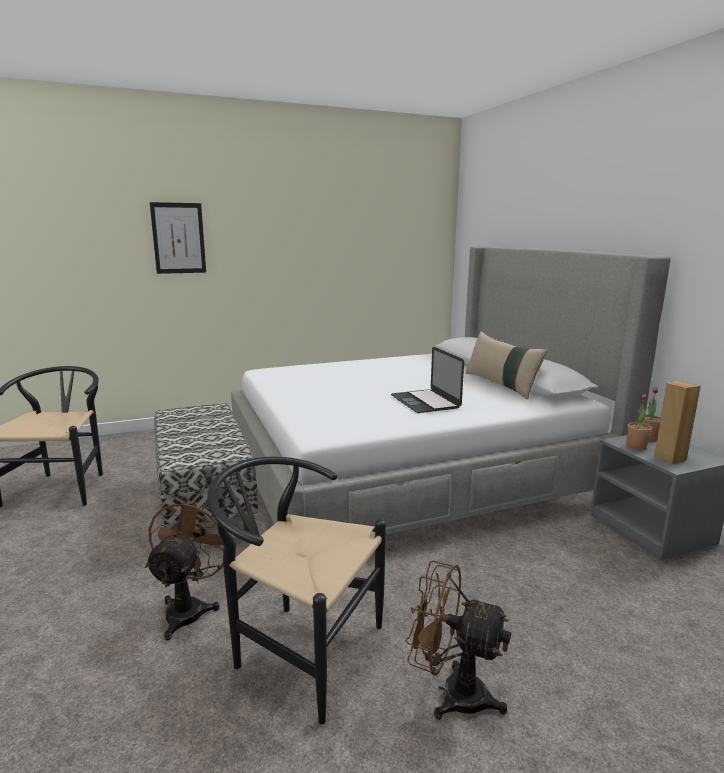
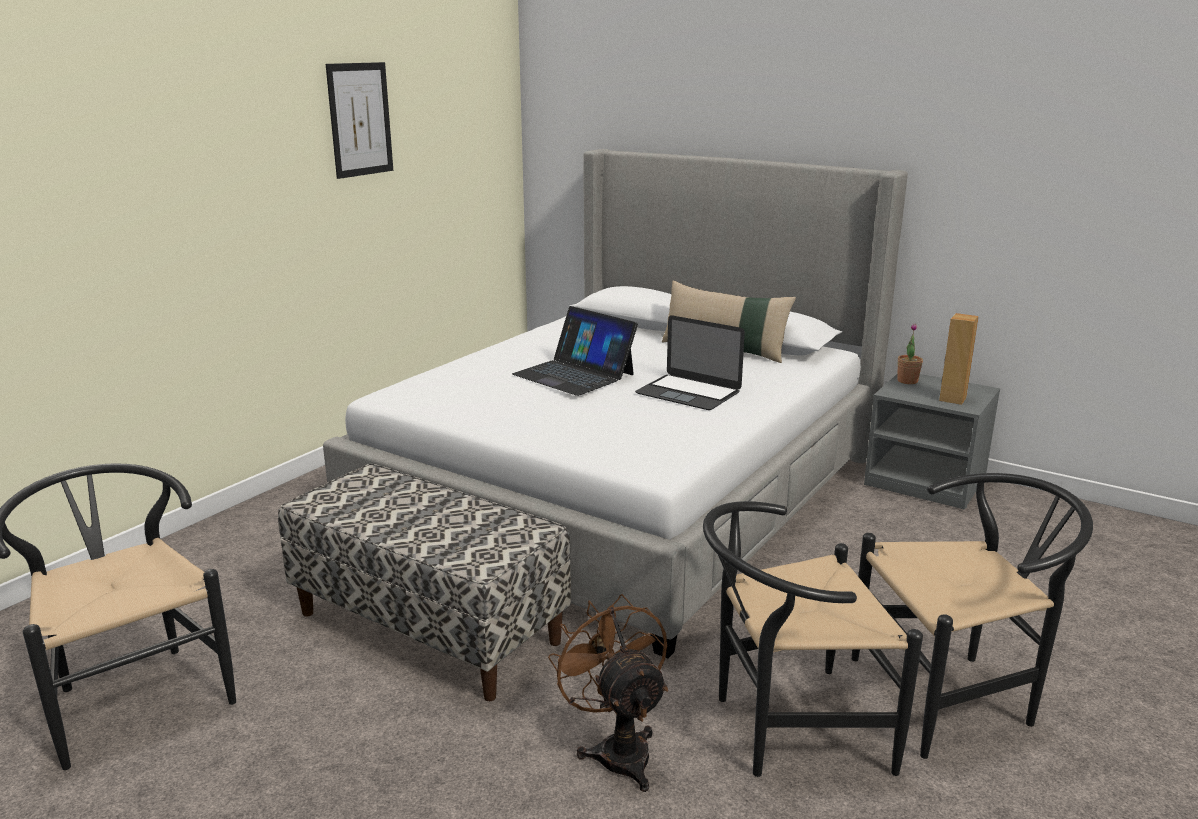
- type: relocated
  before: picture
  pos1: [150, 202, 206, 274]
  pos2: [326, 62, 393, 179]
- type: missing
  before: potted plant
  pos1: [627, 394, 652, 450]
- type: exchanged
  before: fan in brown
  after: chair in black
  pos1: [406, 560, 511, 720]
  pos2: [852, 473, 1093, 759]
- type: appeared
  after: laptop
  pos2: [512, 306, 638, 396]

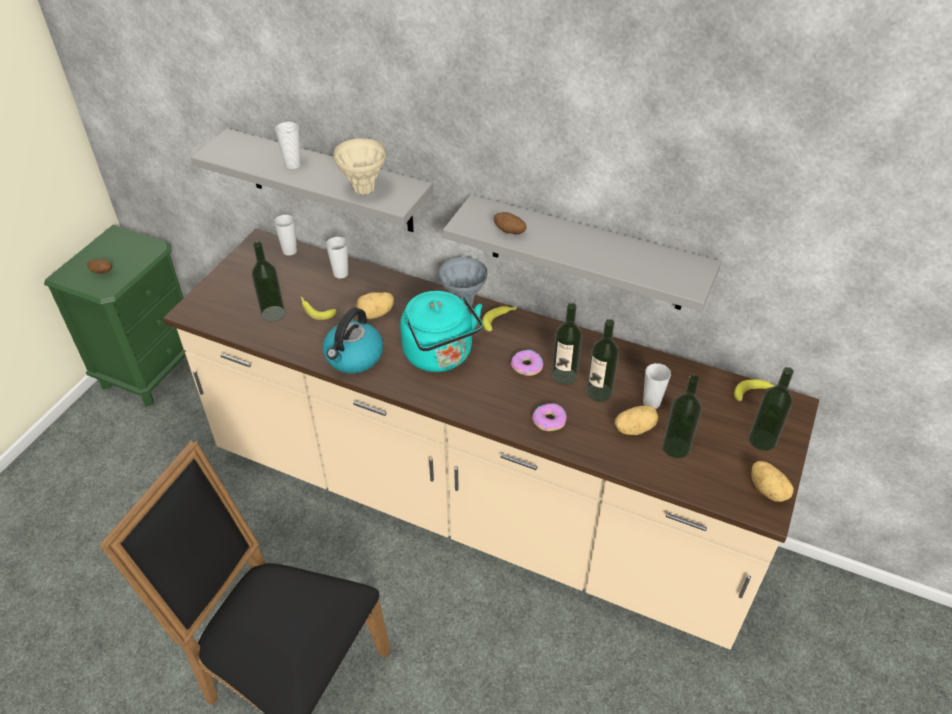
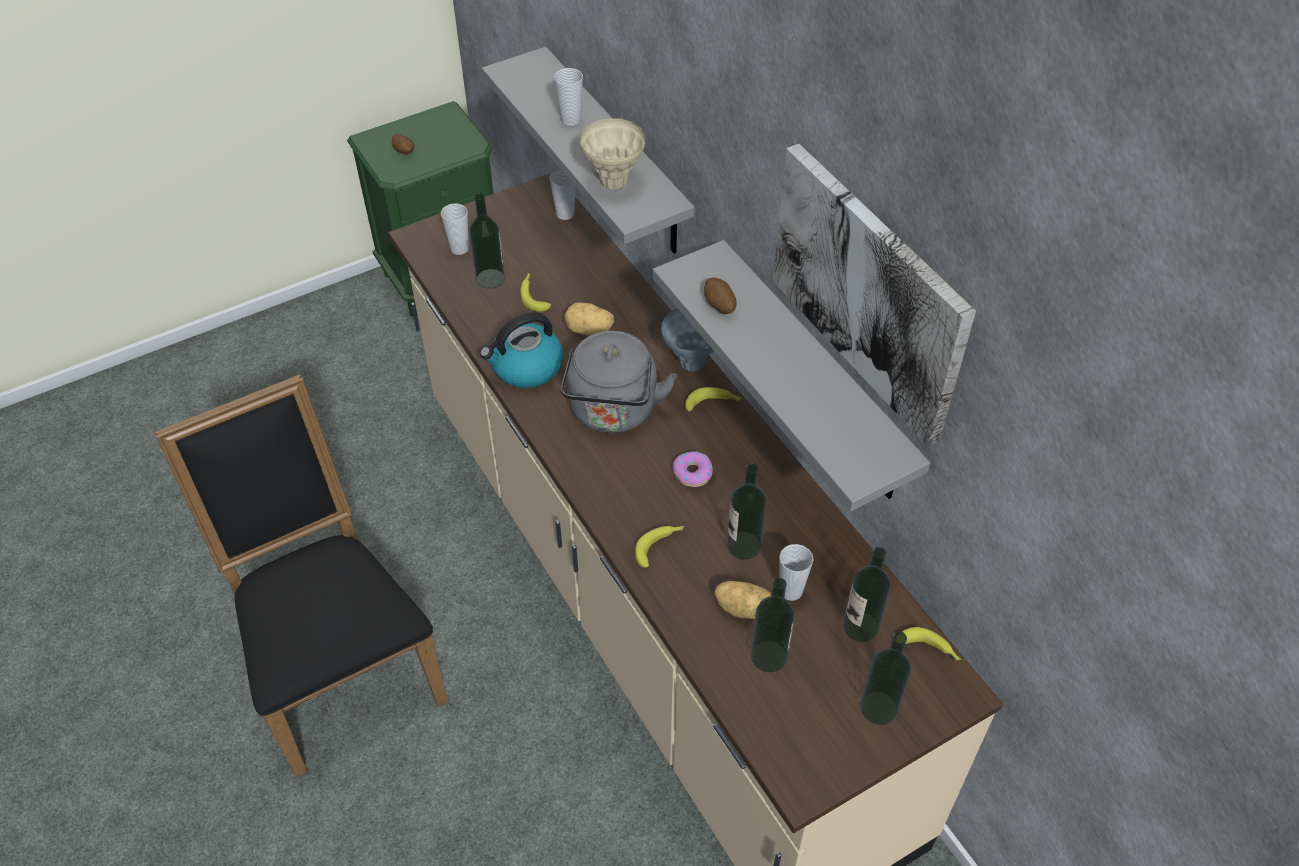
- type: relocated
  before: cup
  pos1: [326, 237, 348, 278]
  pos2: [441, 203, 469, 255]
- type: colour
  before: kettle in turquoise
  after: kettle in grey
  pos1: [400, 291, 483, 372]
  pos2: [561, 331, 677, 433]
- type: relocated
  before: bottle
  pos1: [552, 303, 582, 385]
  pos2: [843, 547, 891, 642]
- type: exchanged
  before: donut
  after: banana
  pos1: [533, 403, 567, 431]
  pos2: [635, 526, 684, 568]
- type: missing
  before: potato
  pos1: [751, 461, 794, 502]
- type: appeared
  after: picture
  pos2: [773, 144, 976, 447]

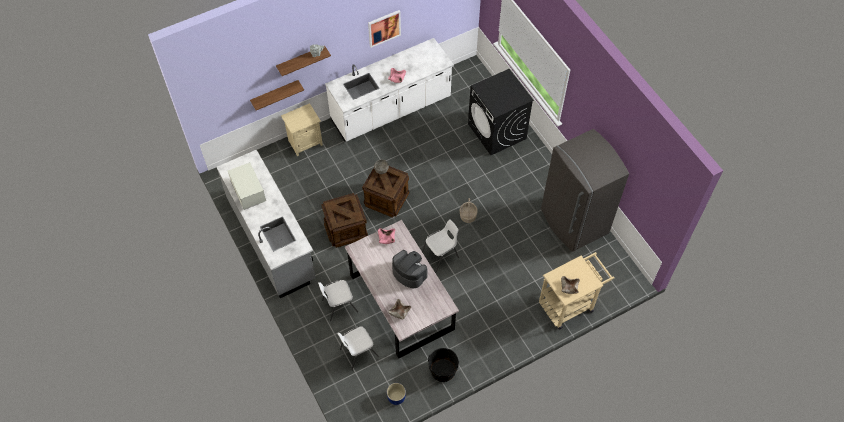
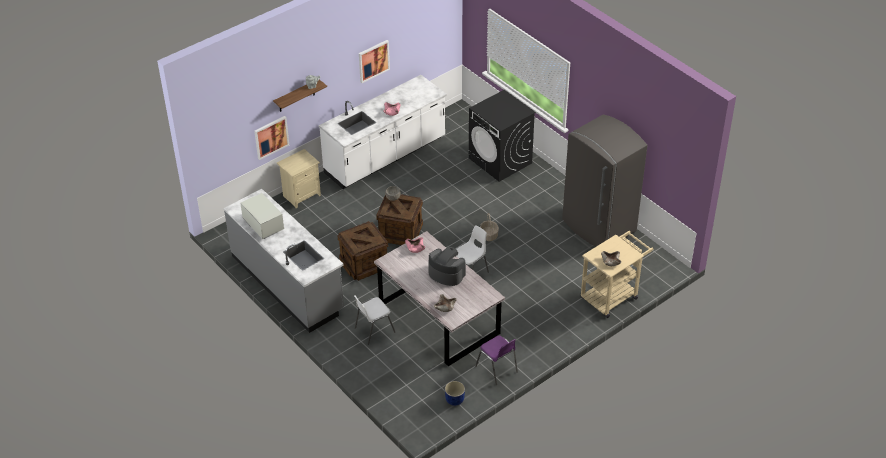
- type: exchanged
  before: shelf
  after: picture
  pos1: [250, 80, 304, 110]
  pos2: [254, 116, 289, 160]
- type: missing
  before: chair in white
  pos1: [338, 326, 379, 370]
- type: exchanged
  before: bucket in black
  after: chair in purple
  pos1: [428, 348, 459, 382]
  pos2: [475, 336, 518, 385]

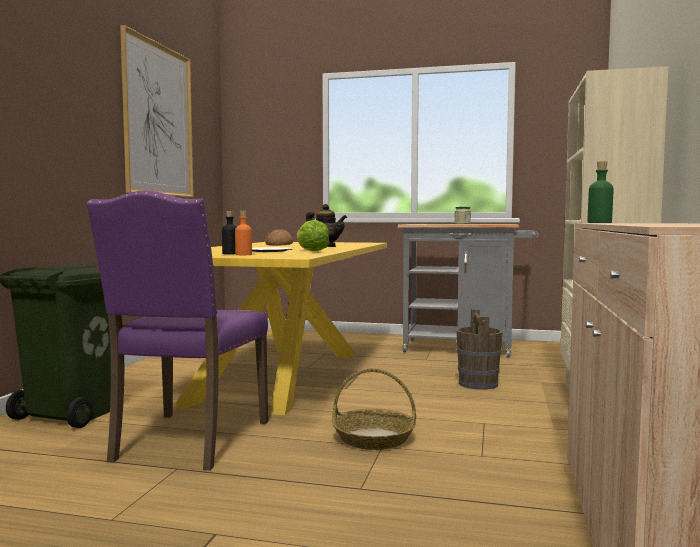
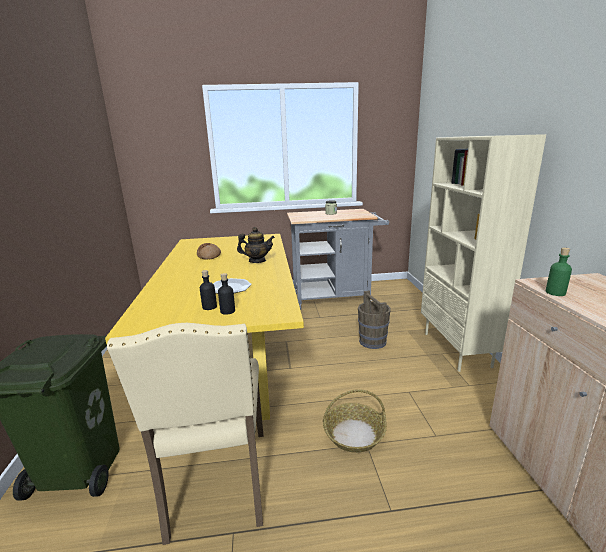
- type: missing
  before: picture
  pos1: [120, 25, 194, 197]
- type: colour
  before: chair in purple
  after: chair in beige
  pos1: [86, 191, 268, 470]
  pos2: [107, 323, 264, 545]
- type: colour
  before: bottle in orange
  after: bottle in black
  pos1: [235, 211, 252, 255]
  pos2: [218, 273, 235, 315]
- type: missing
  before: lettuce
  pos1: [297, 220, 329, 251]

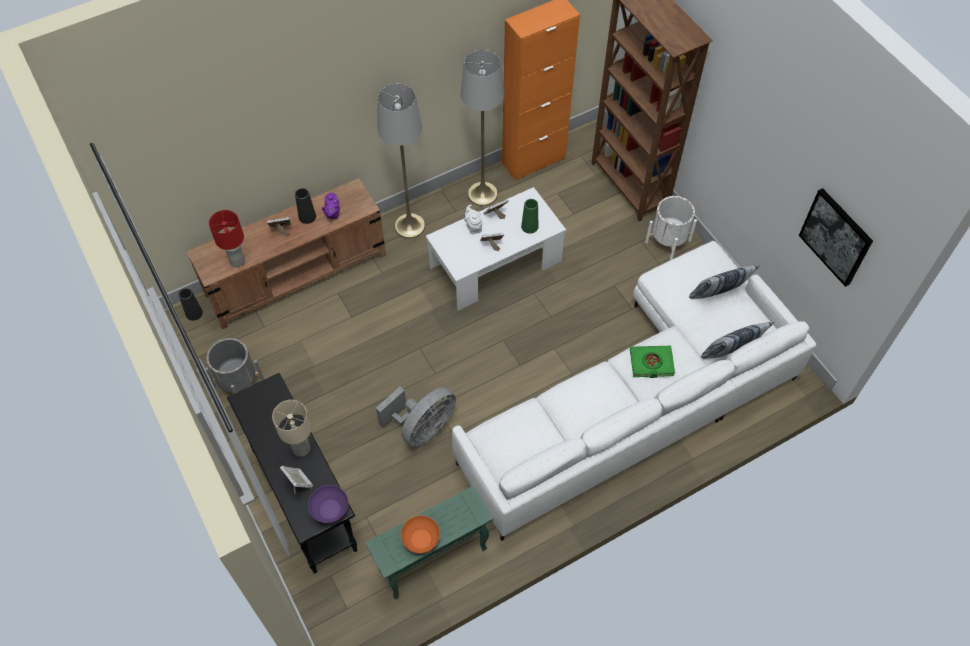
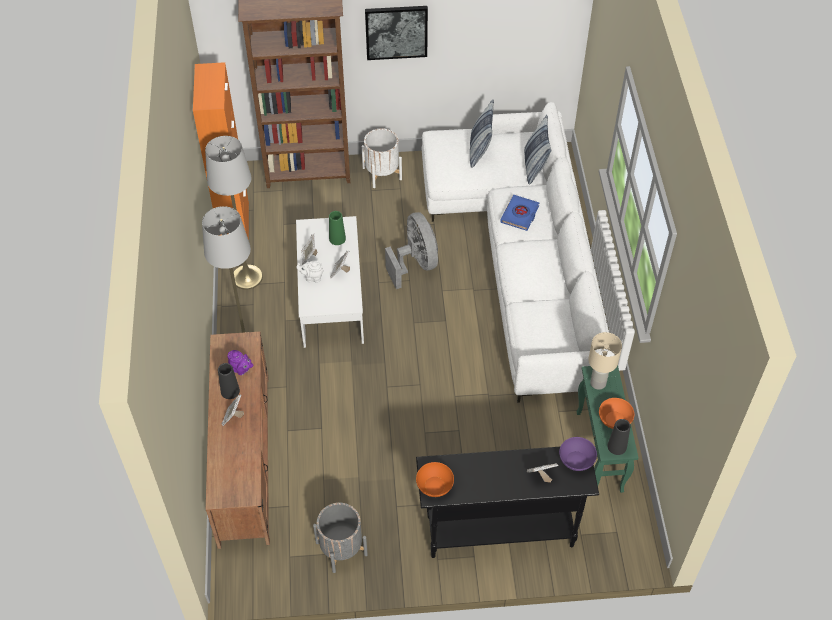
- type: relocated
  before: picture
  pos1: [799, 188, 873, 287]
  pos2: [365, 6, 428, 60]
- type: missing
  before: table lamp in red
  pos1: [209, 210, 245, 267]
- type: relocated
  before: vase in black
  pos1: [179, 288, 203, 321]
  pos2: [607, 419, 631, 455]
- type: colour
  before: book in green
  after: book in blue
  pos1: [630, 346, 675, 378]
  pos2: [500, 195, 539, 231]
- type: relocated
  before: fan in grey
  pos1: [376, 387, 456, 447]
  pos2: [385, 212, 438, 289]
- type: relocated
  before: table lamp in beige
  pos1: [272, 400, 311, 457]
  pos2: [588, 332, 622, 390]
- type: appeared
  after: bowl in orange
  pos2: [416, 462, 454, 497]

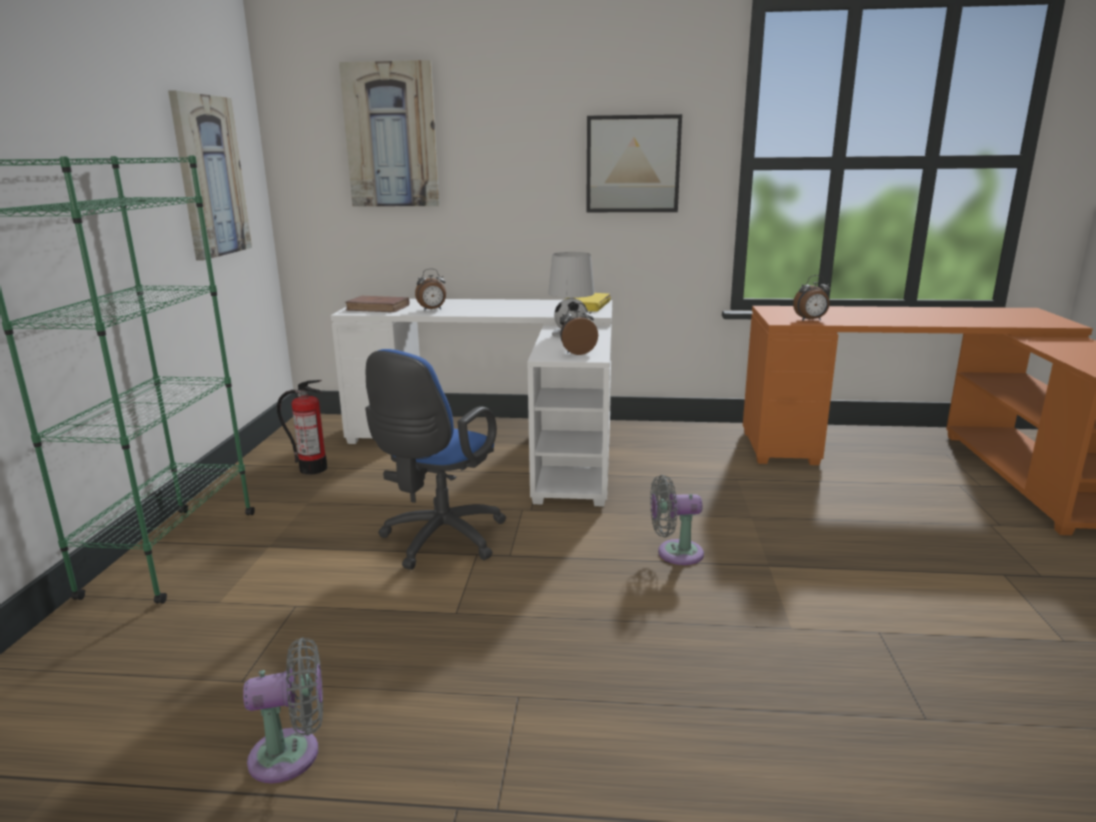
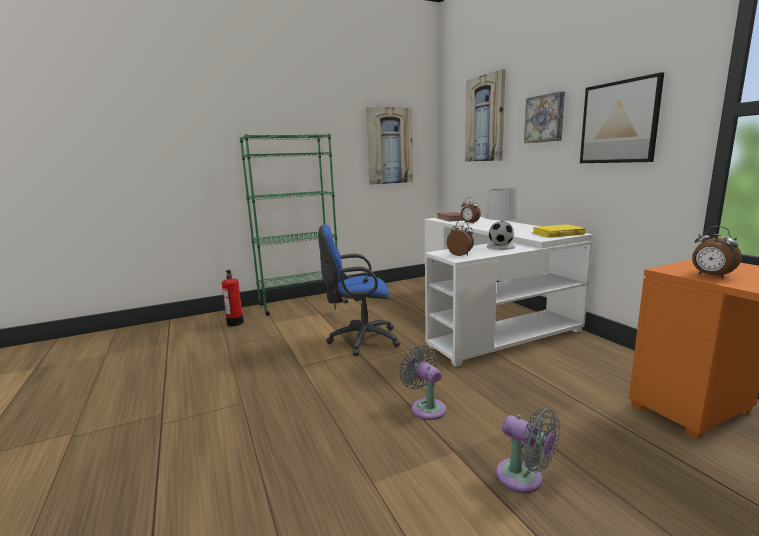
- type: relocated
  before: fire extinguisher
  pos1: [277, 380, 327, 475]
  pos2: [222, 270, 244, 326]
- type: relocated
  before: fan in grey
  pos1: [243, 637, 323, 783]
  pos2: [496, 408, 560, 493]
- type: appeared
  after: picture
  pos2: [524, 91, 565, 143]

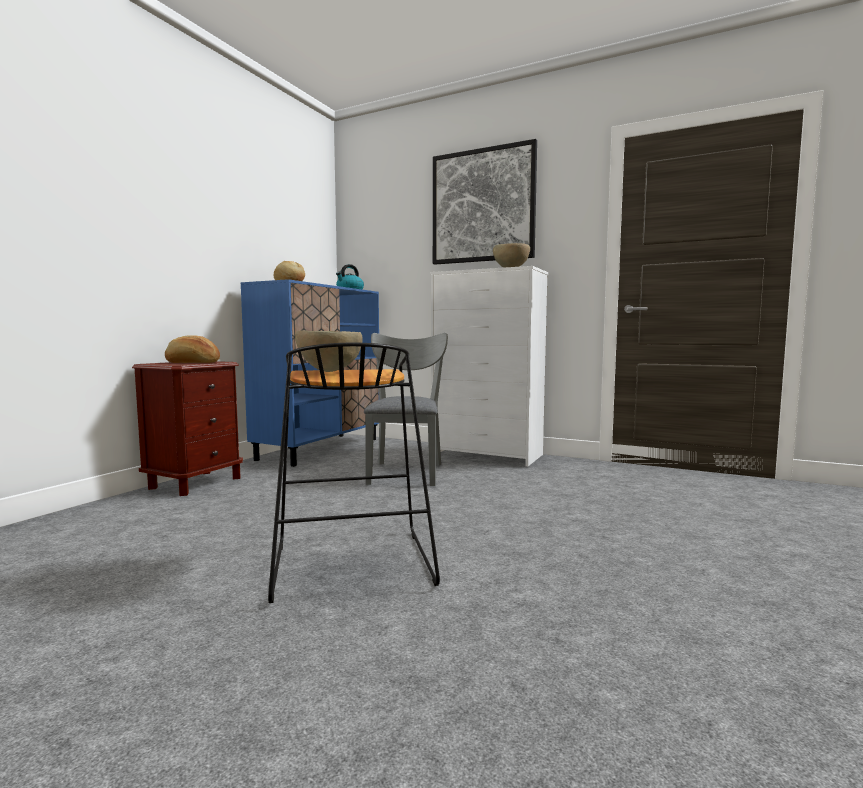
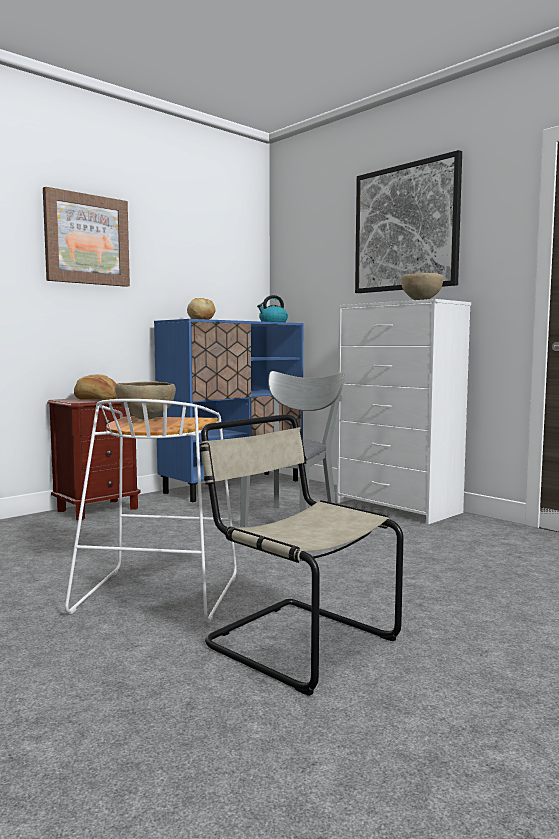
- type: colour
  before: stool in black
  after: stool in white
  pos1: [268, 343, 440, 603]
  pos2: [65, 399, 237, 622]
- type: appeared
  after: picture
  pos2: [43, 187, 130, 287]
- type: appeared
  after: chair in beige
  pos2: [199, 414, 403, 696]

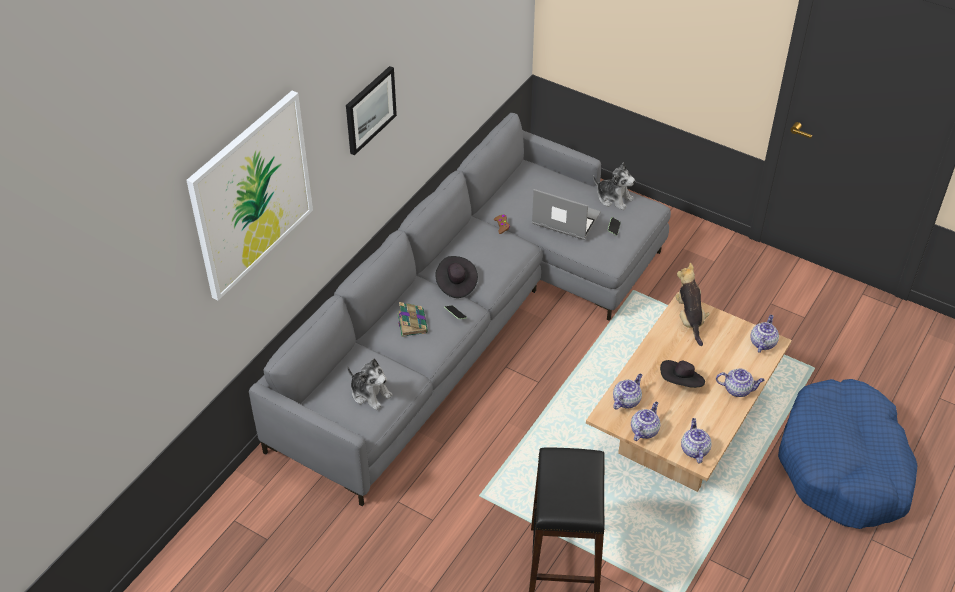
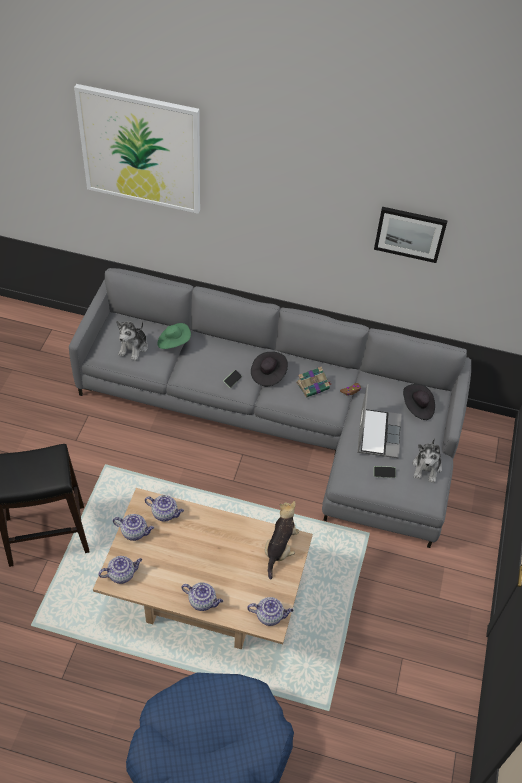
- type: relocated
  before: picture
  pos1: [346, 66, 397, 155]
  pos2: [374, 207, 448, 263]
- type: spun
  before: plush toy
  pos1: [675, 263, 709, 346]
  pos2: [265, 501, 299, 580]
  turn: -45
- type: relocated
  before: book
  pos1: [397, 302, 428, 337]
  pos2: [296, 366, 331, 397]
- type: relocated
  before: hat in black
  pos1: [660, 360, 705, 388]
  pos2: [403, 384, 435, 420]
- type: spun
  before: teapot
  pos1: [716, 368, 765, 397]
  pos2: [182, 582, 223, 611]
  turn: -60
- type: appeared
  after: hat in green
  pos2: [158, 323, 191, 349]

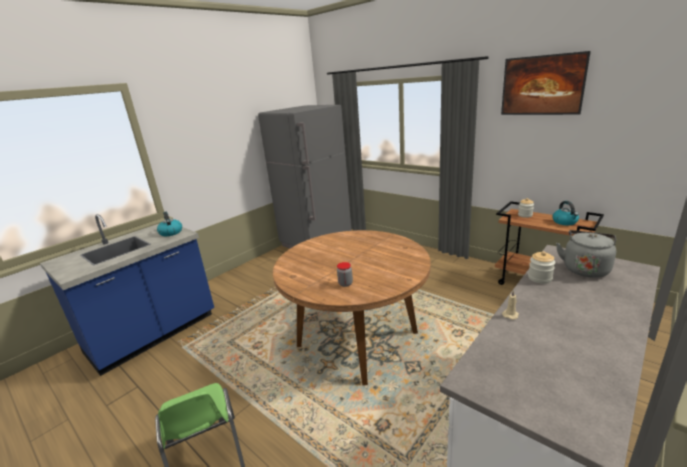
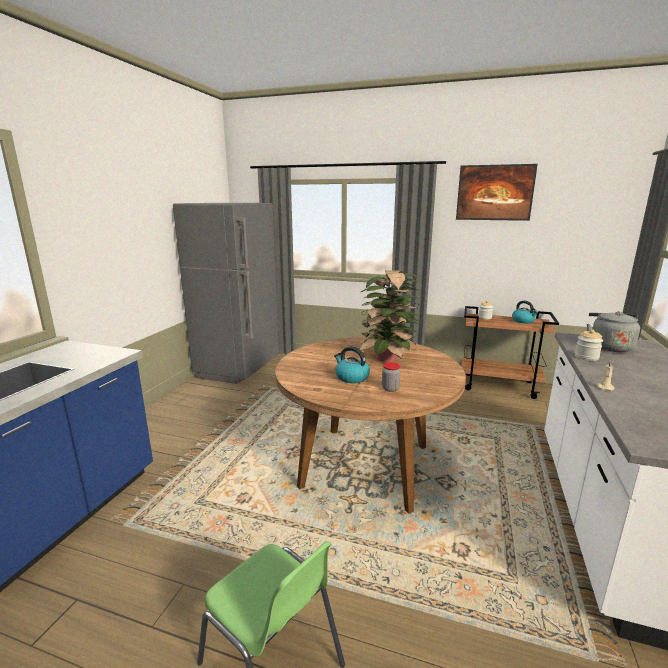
- type: relocated
  before: kettle
  pos1: [157, 212, 182, 236]
  pos2: [334, 346, 370, 383]
- type: appeared
  after: potted plant
  pos2: [359, 270, 422, 362]

